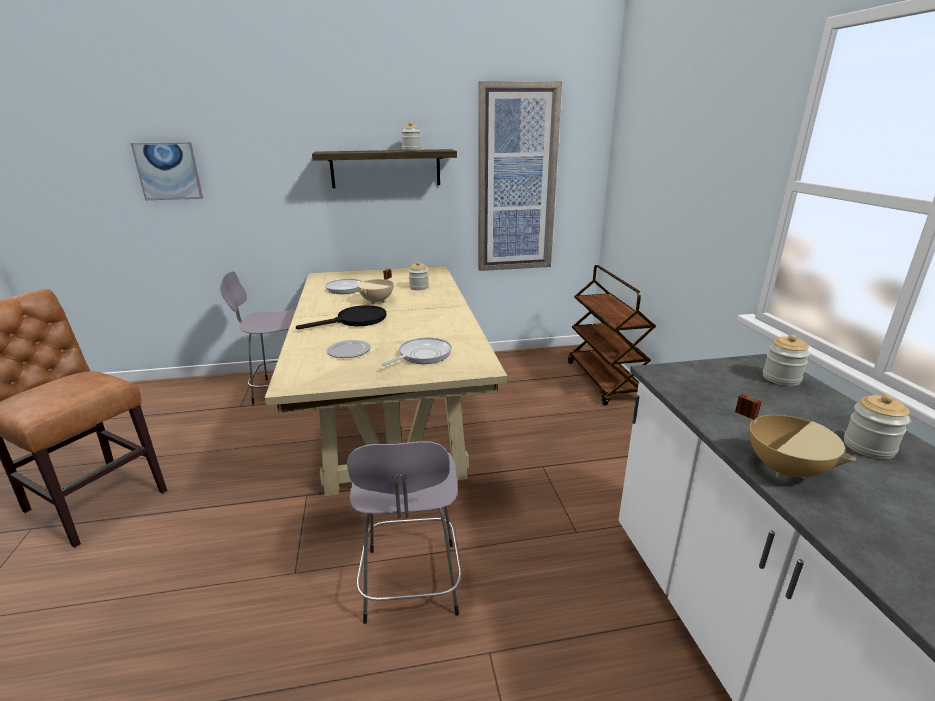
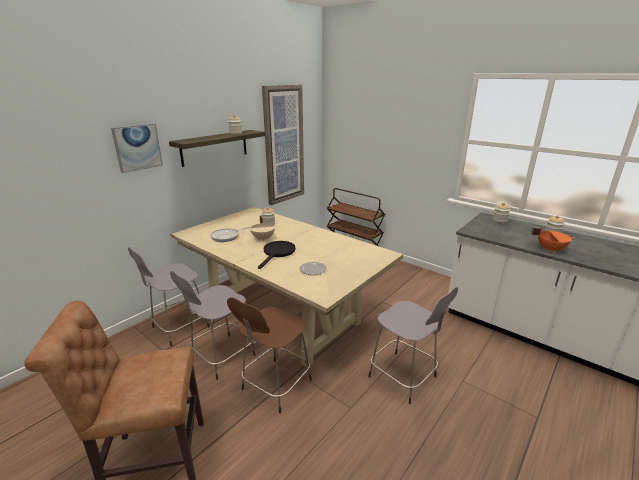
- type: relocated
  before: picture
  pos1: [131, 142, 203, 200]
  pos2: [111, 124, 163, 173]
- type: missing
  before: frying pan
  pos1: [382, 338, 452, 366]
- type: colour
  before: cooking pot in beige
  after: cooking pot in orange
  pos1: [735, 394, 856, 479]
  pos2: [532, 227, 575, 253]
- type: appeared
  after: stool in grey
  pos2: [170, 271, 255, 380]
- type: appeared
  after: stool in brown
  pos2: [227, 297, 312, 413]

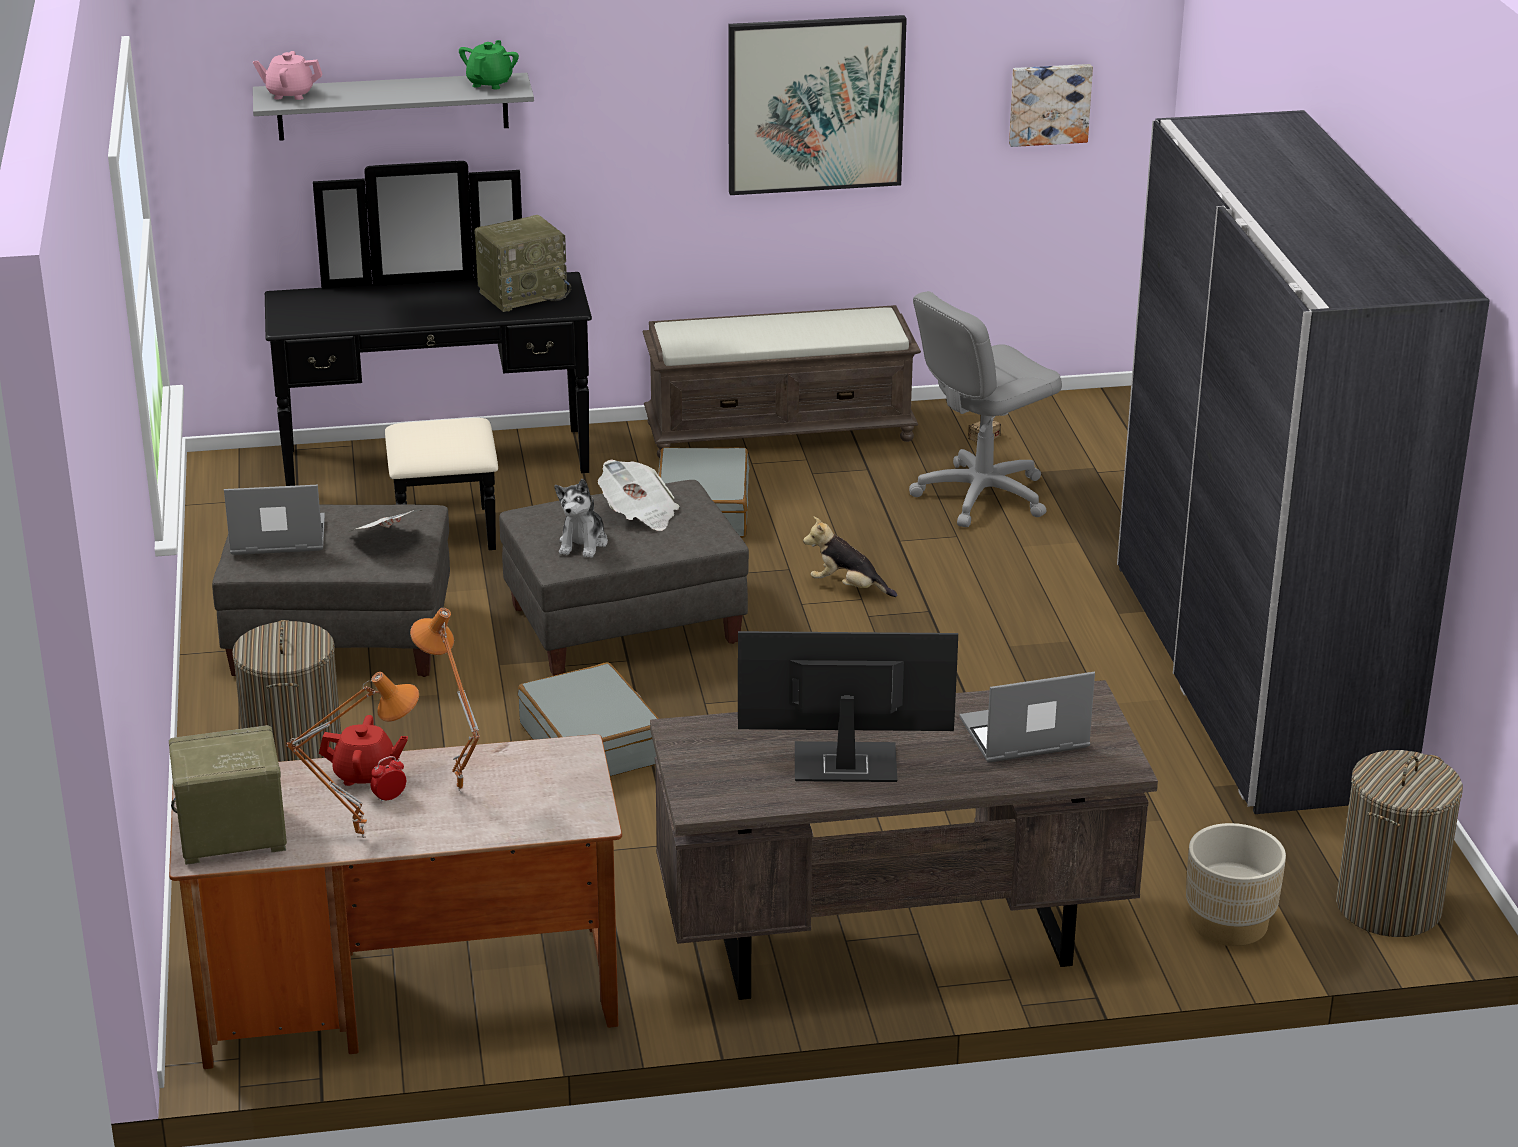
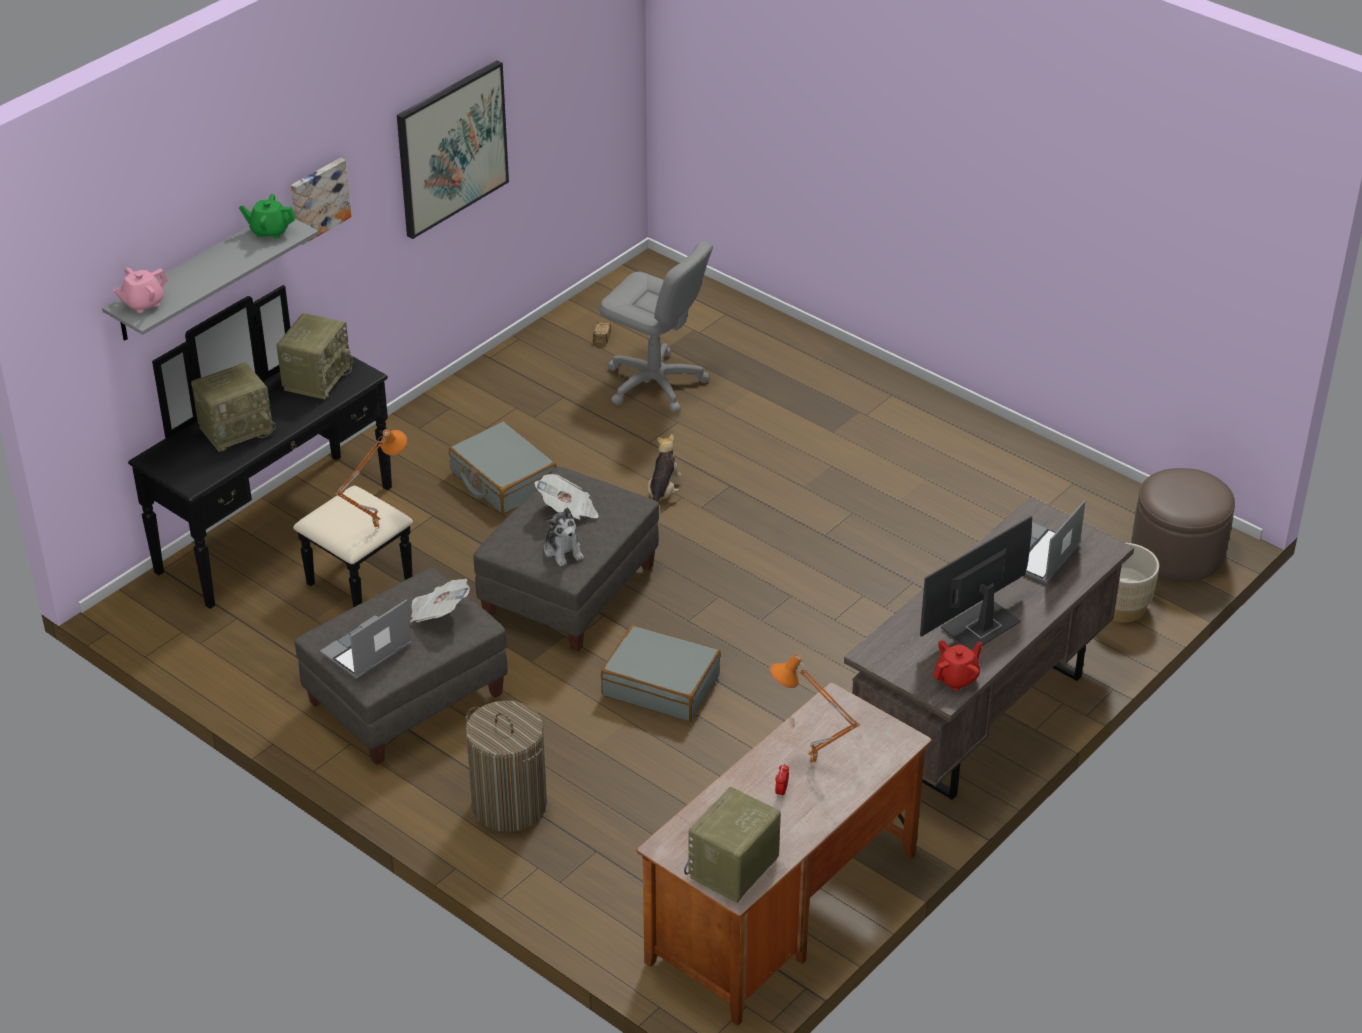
- type: spun
  before: teapot in green
  pos1: [459, 40, 519, 89]
  pos2: [239, 194, 296, 239]
  turn: -60
- type: relocated
  before: picture
  pos1: [1009, 64, 1093, 147]
  pos2: [291, 158, 351, 245]
- type: missing
  before: wardrobe in grey
  pos1: [1117, 110, 1490, 814]
- type: spun
  before: office chair in grey
  pos1: [909, 291, 1062, 527]
  pos2: [599, 241, 713, 413]
  turn: -75
- type: missing
  before: bench in brown
  pos1: [642, 305, 921, 458]
- type: spun
  before: plush toy
  pos1: [803, 517, 897, 597]
  pos2: [648, 434, 682, 502]
  turn: 120
- type: relocated
  before: table lamp in orange
  pos1: [286, 672, 419, 838]
  pos2: [335, 429, 407, 530]
- type: relocated
  before: teapot in red
  pos1: [319, 715, 408, 786]
  pos2: [933, 640, 982, 691]
- type: exchanged
  before: laundry basket
  after: ottoman in brown
  pos1: [1336, 750, 1463, 937]
  pos2: [1131, 468, 1235, 582]
- type: appeared
  after: radio
  pos2: [191, 362, 276, 452]

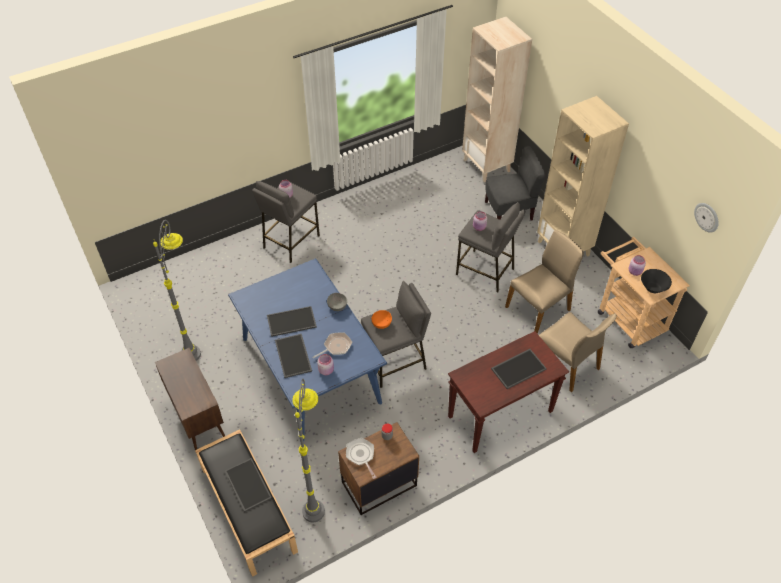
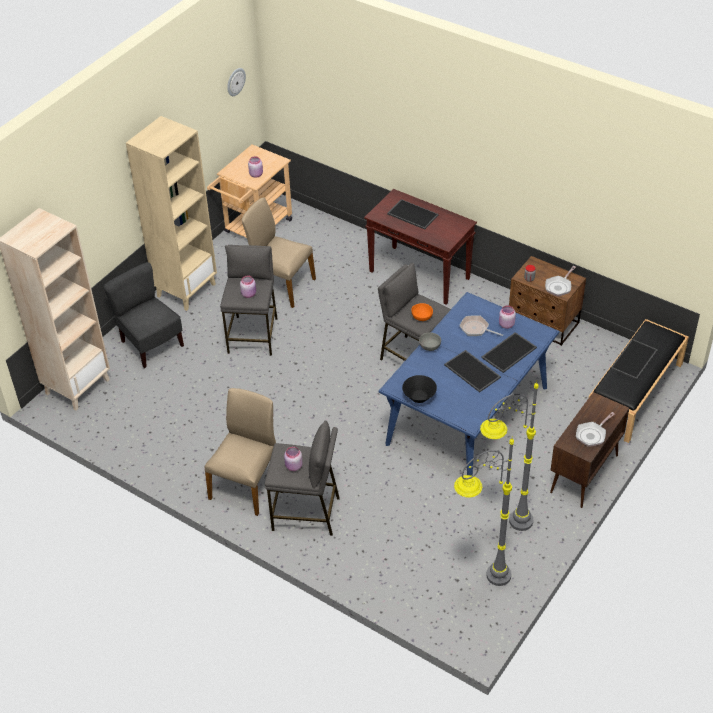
- type: relocated
  before: bowl in black
  pos1: [641, 269, 672, 293]
  pos2: [402, 375, 437, 403]
- type: relocated
  before: chair in beige
  pos1: [539, 312, 617, 392]
  pos2: [205, 388, 276, 516]
- type: relocated
  before: floor lamp in grey
  pos1: [292, 379, 325, 522]
  pos2: [454, 436, 514, 586]
- type: appeared
  after: frying pan
  pos2: [576, 412, 615, 447]

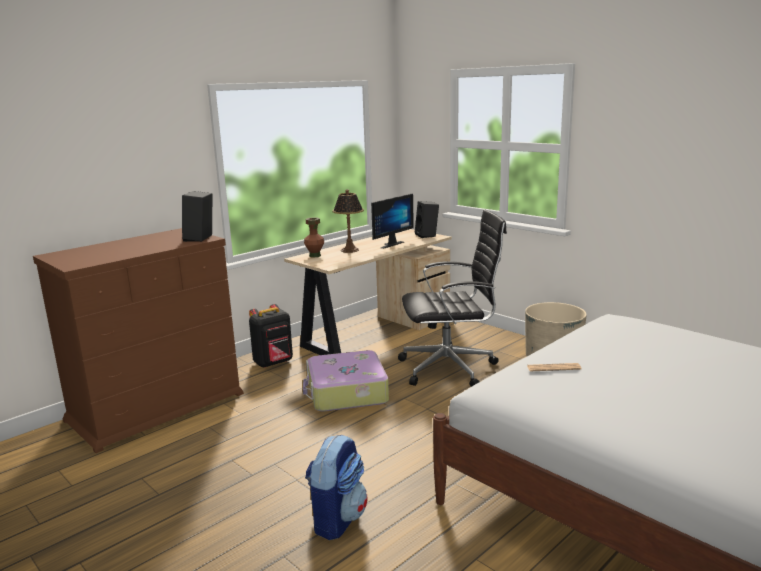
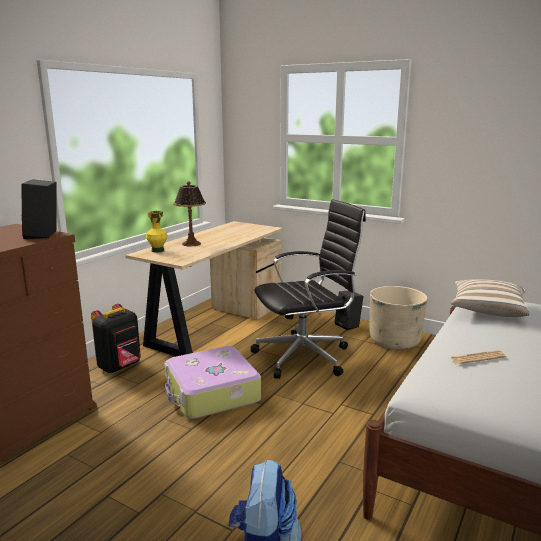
- type: missing
  before: monitor
  pos1: [371, 193, 414, 249]
- type: relocated
  before: speaker in black
  pos1: [415, 201, 439, 238]
  pos2: [335, 291, 364, 330]
- type: colour
  before: vase in brown
  after: vase in yellow
  pos1: [304, 217, 324, 257]
  pos2: [146, 211, 168, 253]
- type: appeared
  after: pillow
  pos2: [451, 279, 530, 317]

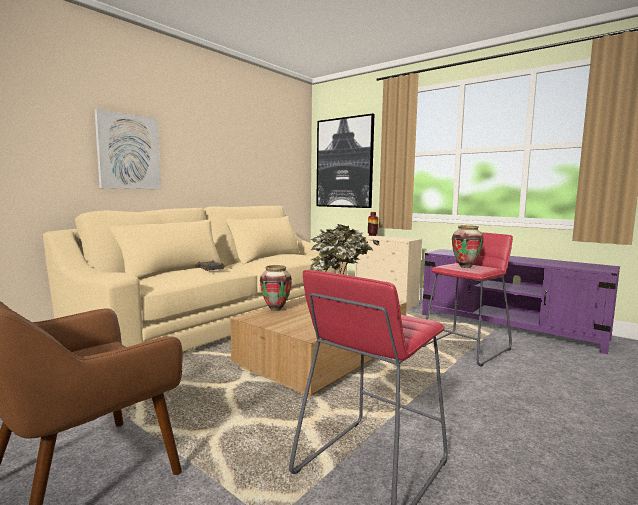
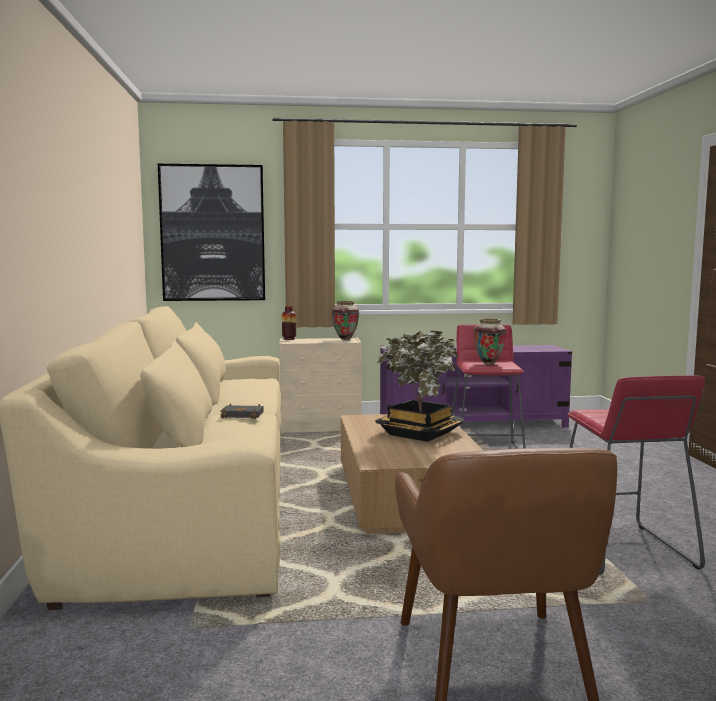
- type: missing
  before: picture
  pos1: [95, 109, 161, 189]
- type: relocated
  before: vase
  pos1: [260, 265, 292, 311]
  pos2: [332, 301, 359, 340]

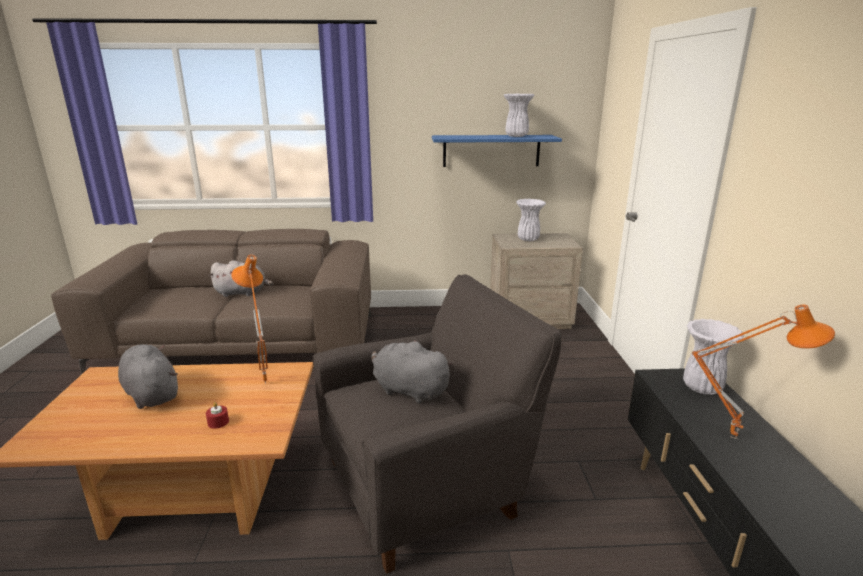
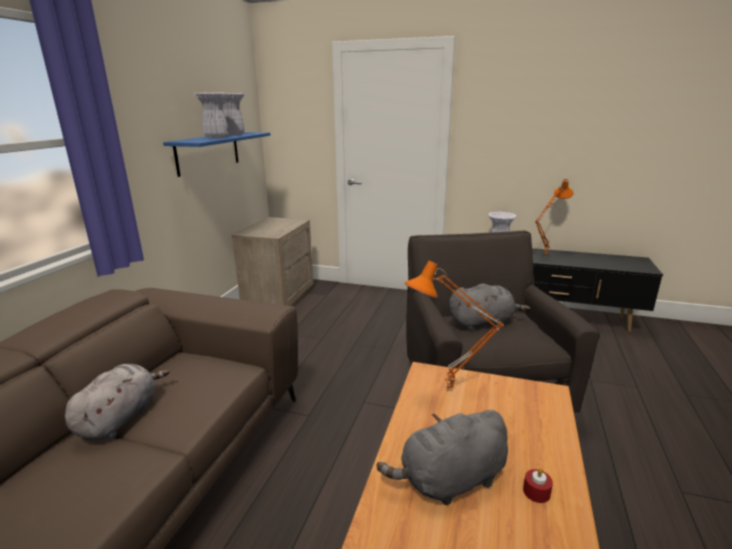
- type: relocated
  before: vase in white
  pos1: [516, 199, 546, 241]
  pos2: [194, 92, 228, 138]
- type: spun
  before: plush toy in grey
  pos1: [371, 340, 454, 404]
  pos2: [449, 284, 530, 331]
  turn: -150
- type: relocated
  before: candle in red
  pos1: [206, 402, 229, 429]
  pos2: [523, 468, 553, 503]

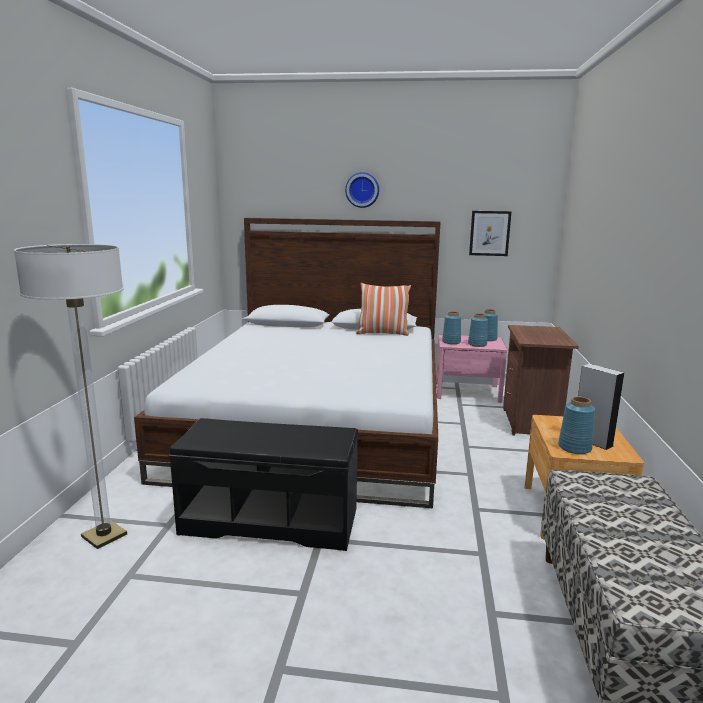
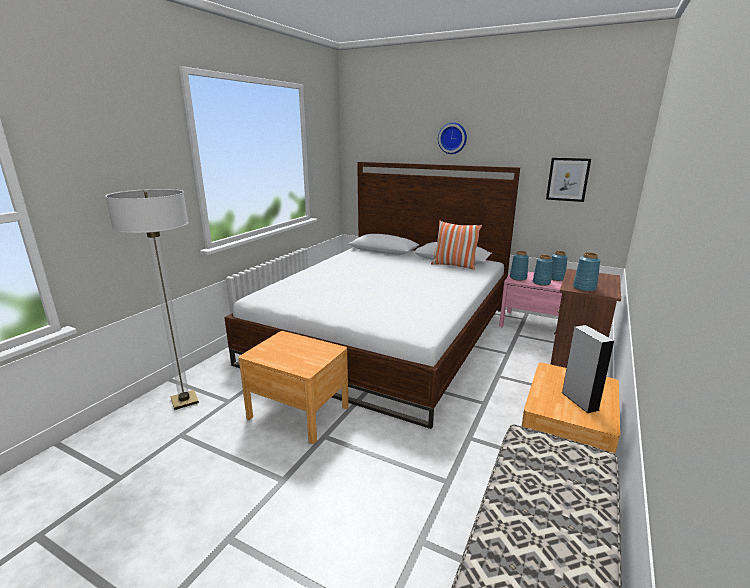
- type: relocated
  before: vase in blue
  pos1: [558, 396, 595, 454]
  pos2: [573, 252, 600, 292]
- type: exchanged
  before: bench in black
  after: nightstand in brown
  pos1: [169, 418, 358, 551]
  pos2: [239, 331, 349, 444]

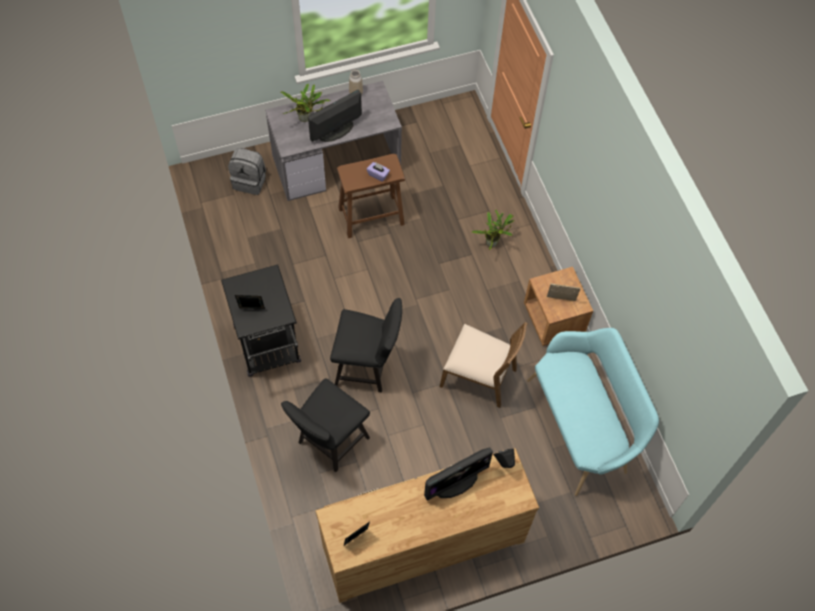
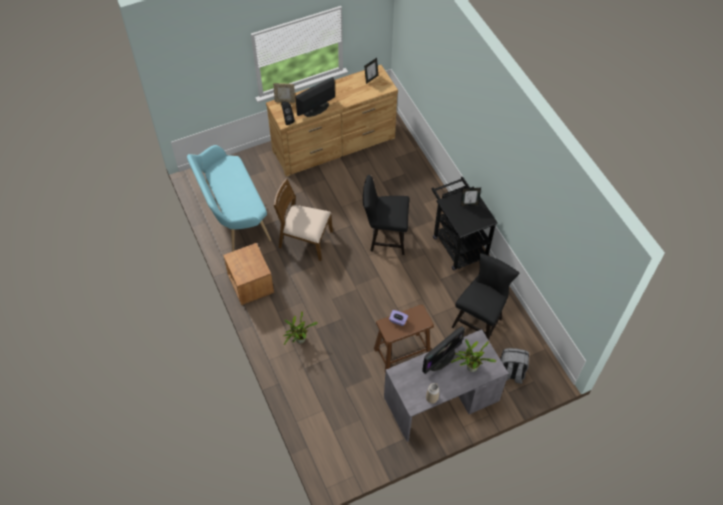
- type: relocated
  before: picture frame
  pos1: [547, 284, 580, 301]
  pos2: [273, 83, 295, 103]
- type: relocated
  before: chair in black
  pos1: [281, 378, 370, 472]
  pos2: [452, 253, 519, 340]

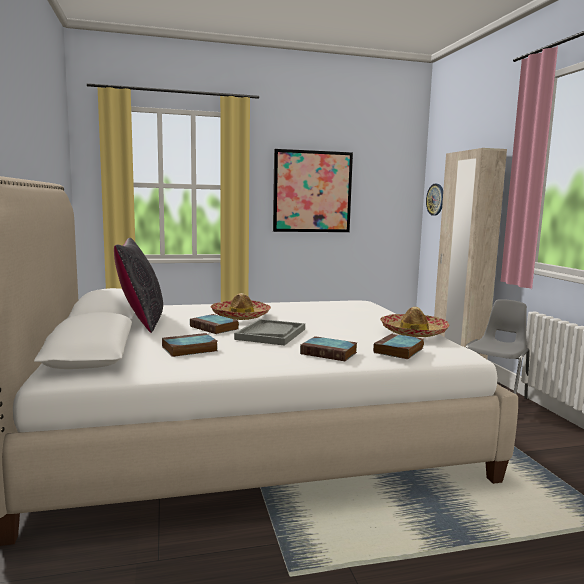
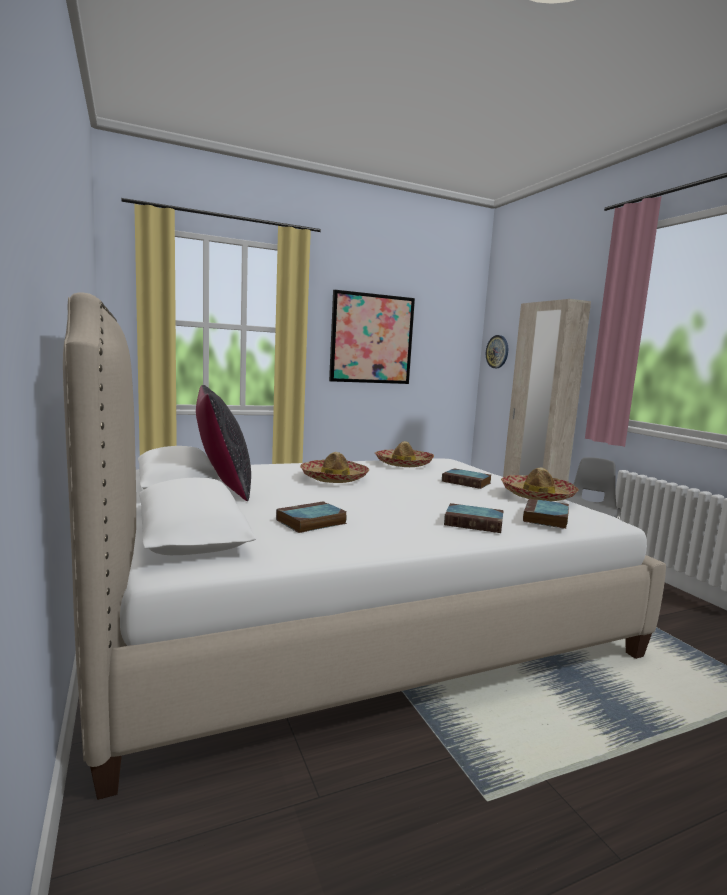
- type: relocated
  before: book
  pos1: [190, 314, 239, 334]
  pos2: [442, 468, 491, 489]
- type: missing
  before: tray in grey
  pos1: [234, 319, 305, 346]
- type: appeared
  after: hat
  pos2: [375, 441, 434, 467]

